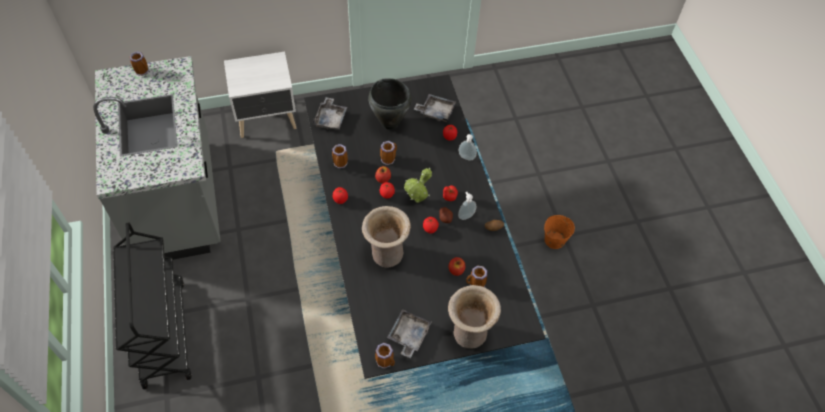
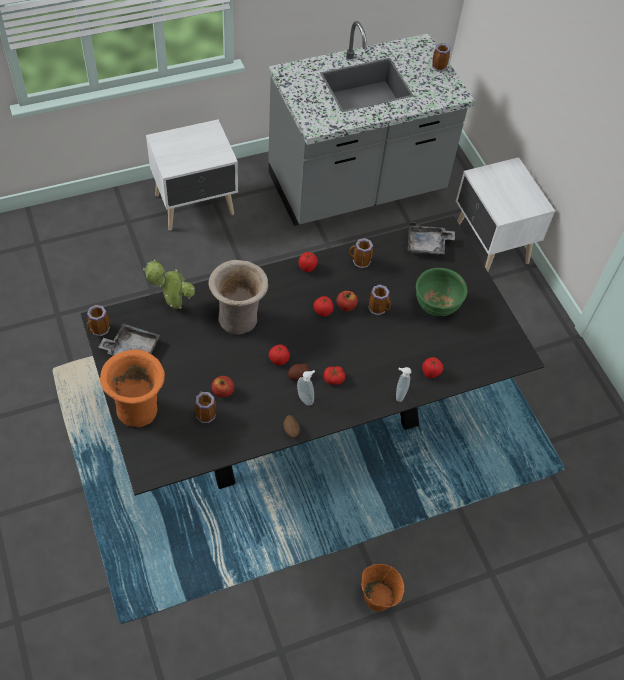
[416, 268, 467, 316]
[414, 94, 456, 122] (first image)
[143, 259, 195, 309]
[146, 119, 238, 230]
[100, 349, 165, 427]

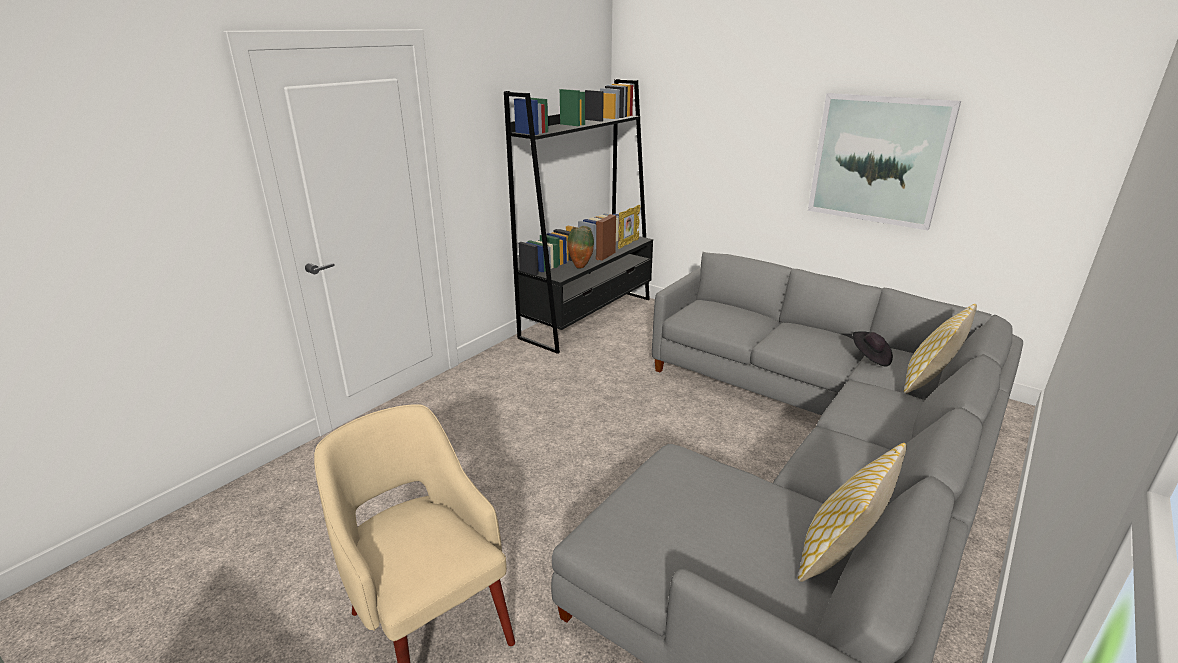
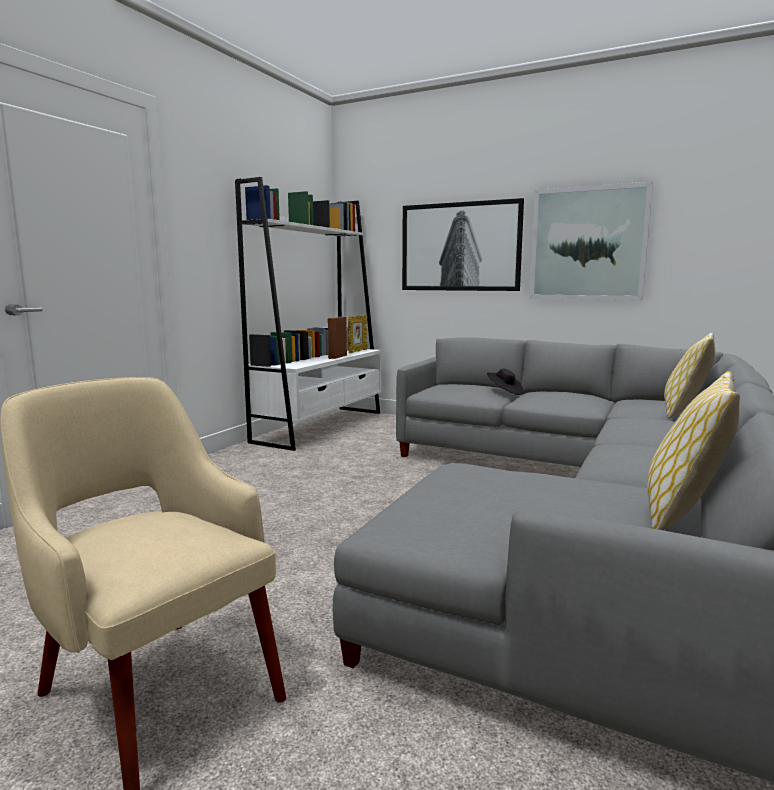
[235, 177, 381, 451]
[567, 226, 594, 269] (first image)
[487, 369, 523, 395]
[402, 198, 524, 291]

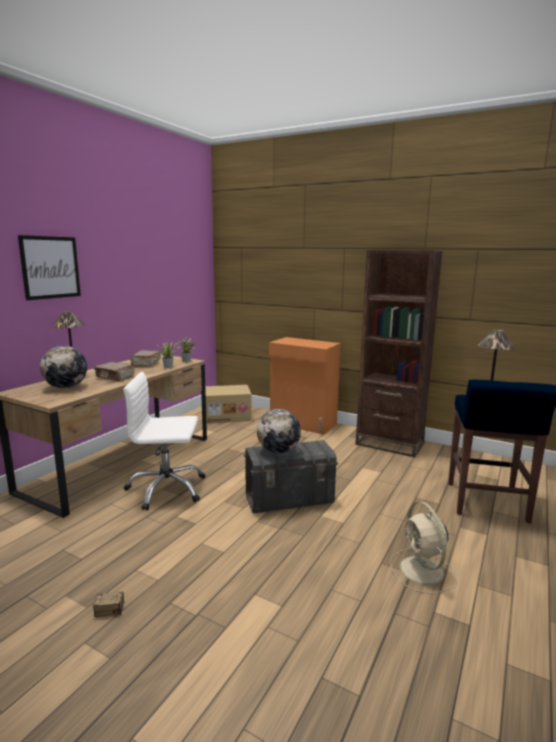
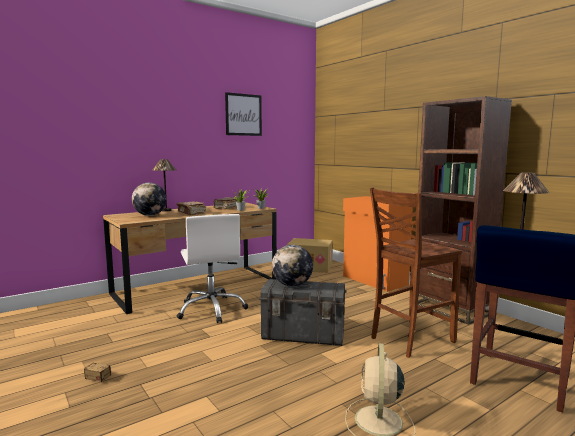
[225, 92, 262, 136]
[177, 214, 248, 323]
[370, 188, 462, 358]

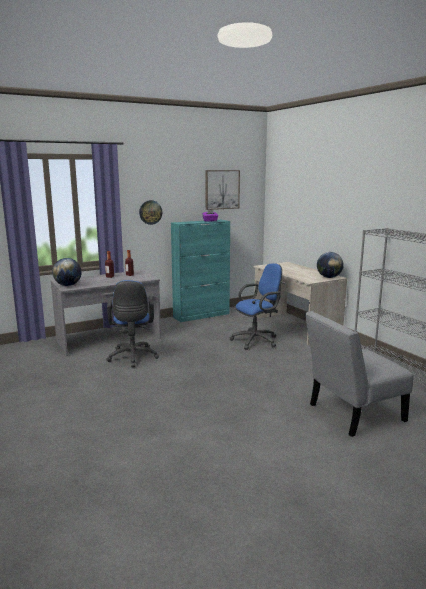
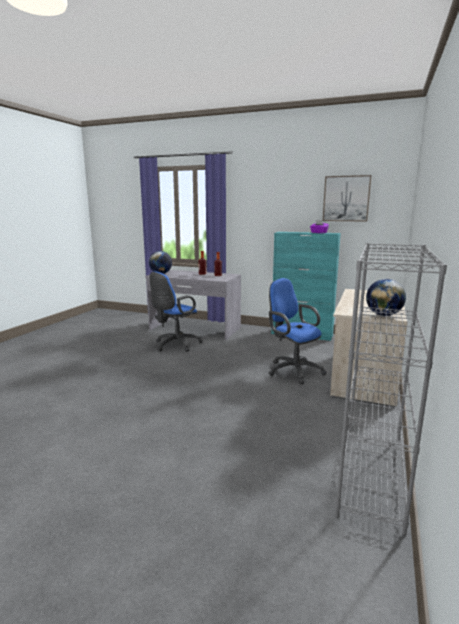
[139, 200, 162, 225] (first image)
[269, 278, 326, 384]
[305, 311, 414, 437] (first image)

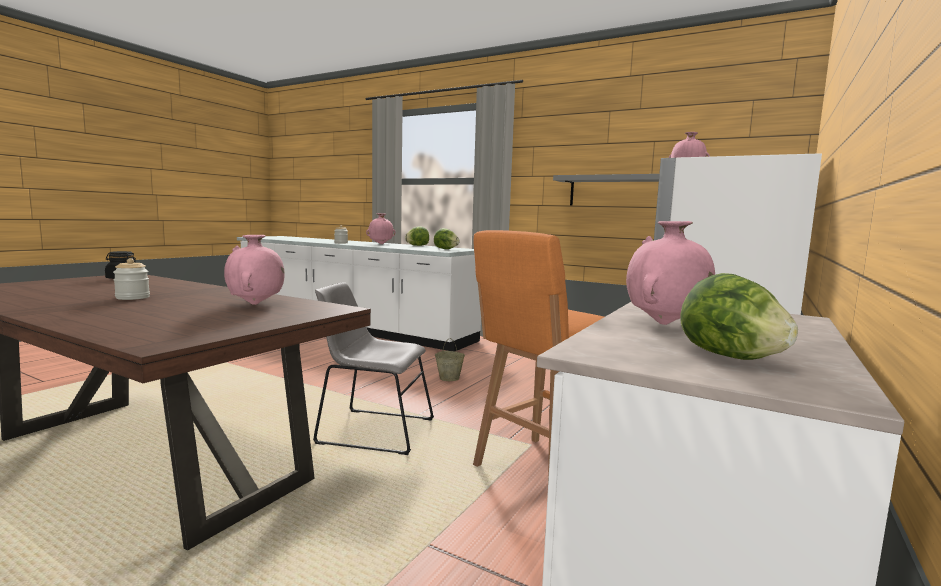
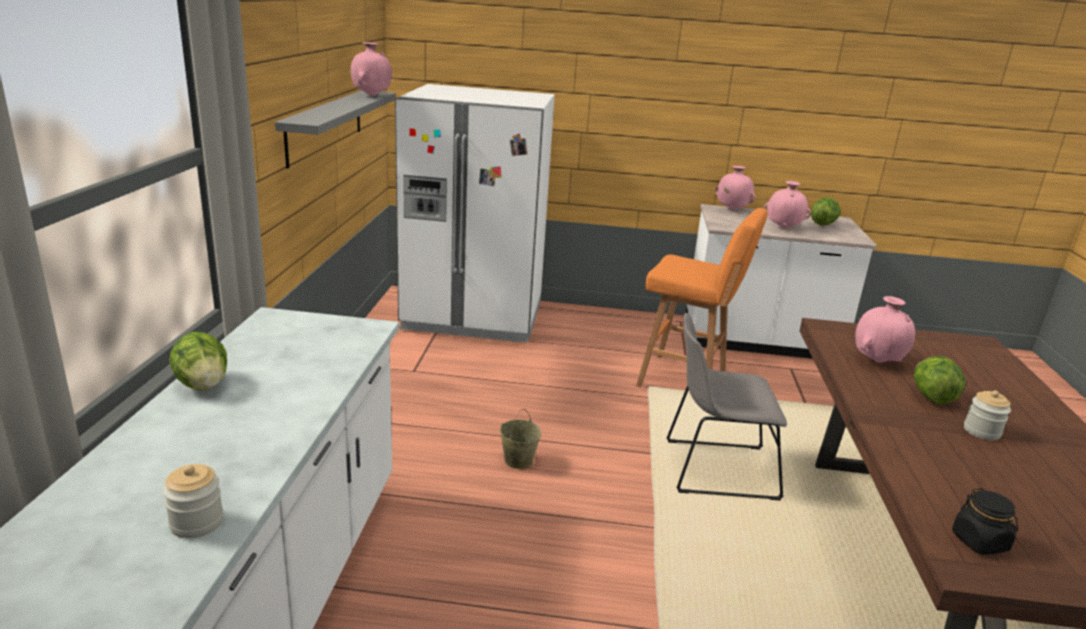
[715, 166, 755, 210]
[914, 356, 966, 405]
[667, 313, 787, 500]

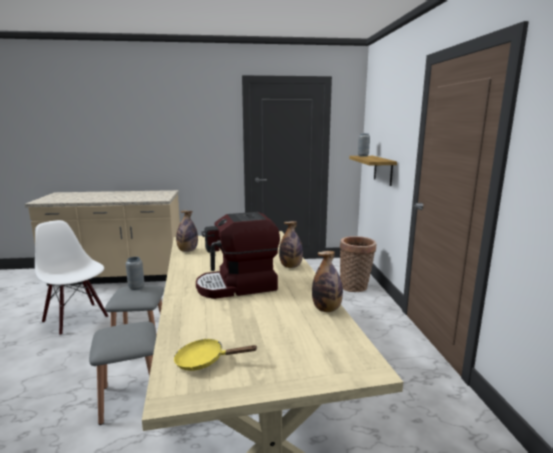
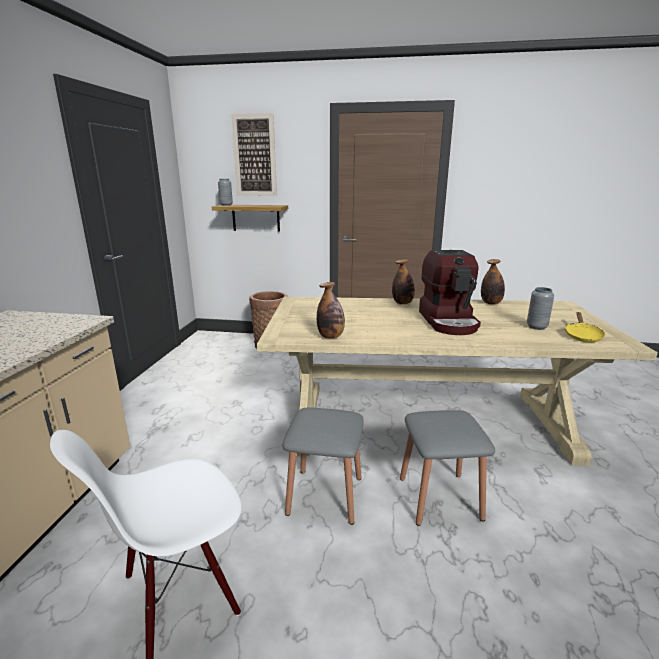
[527, 287, 554, 330]
[231, 113, 277, 196]

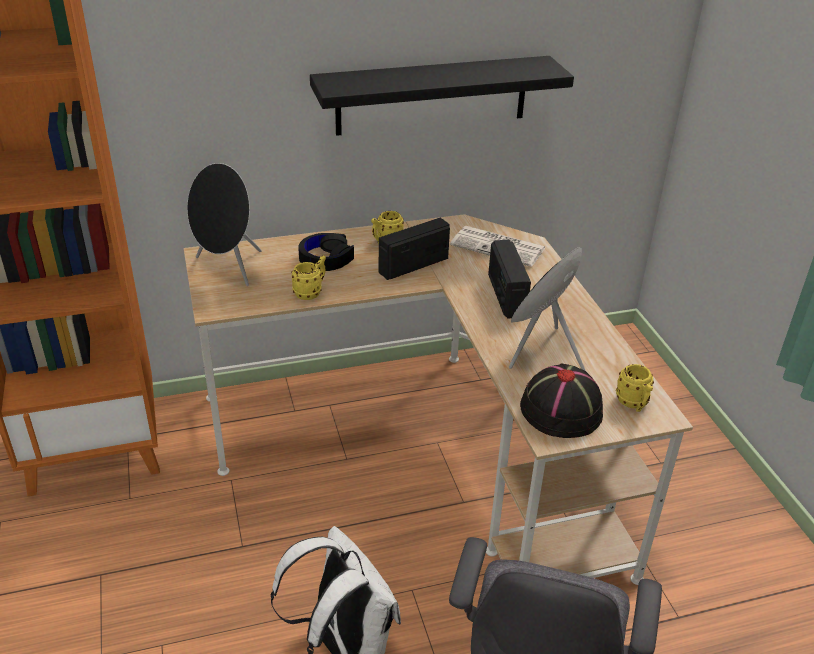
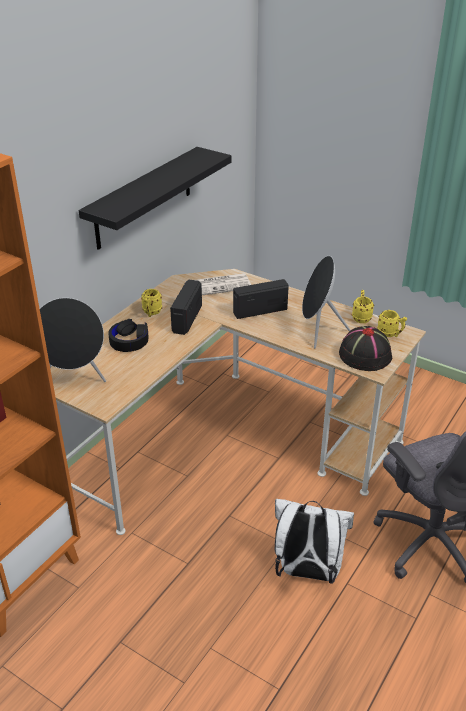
[233, 279, 289, 319]
[352, 290, 374, 323]

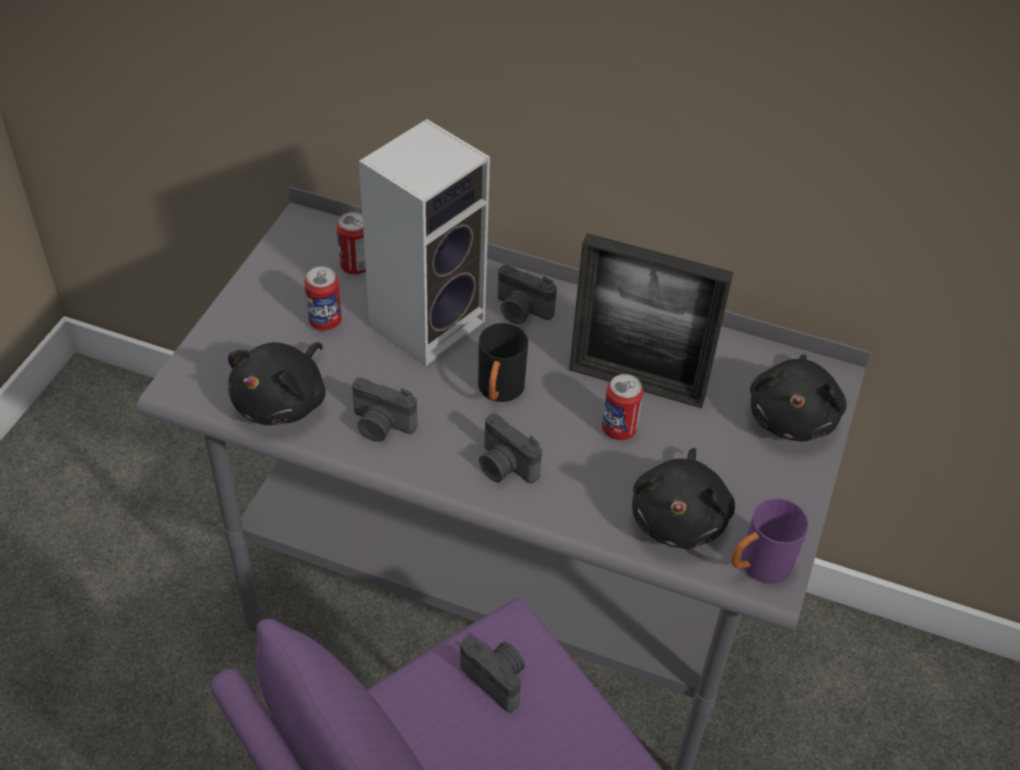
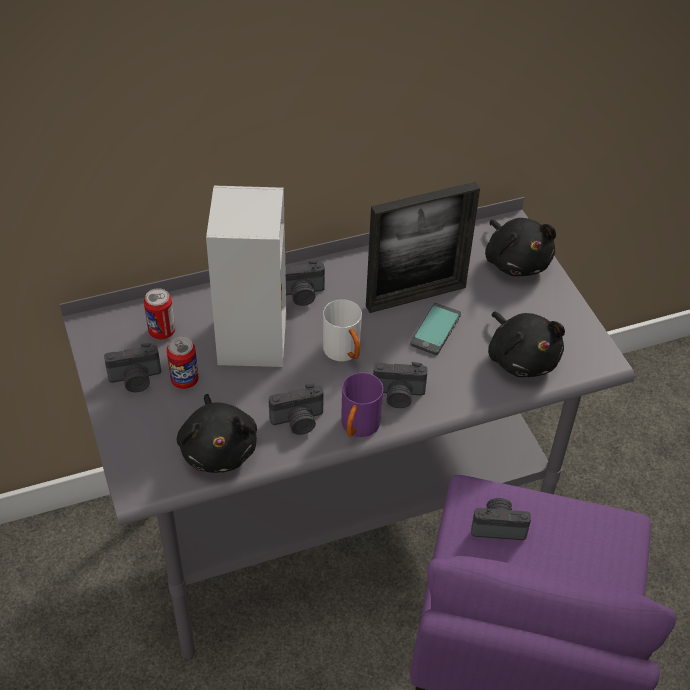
[323, 299, 362, 361]
[410, 303, 461, 355]
[341, 372, 383, 437]
[104, 343, 161, 392]

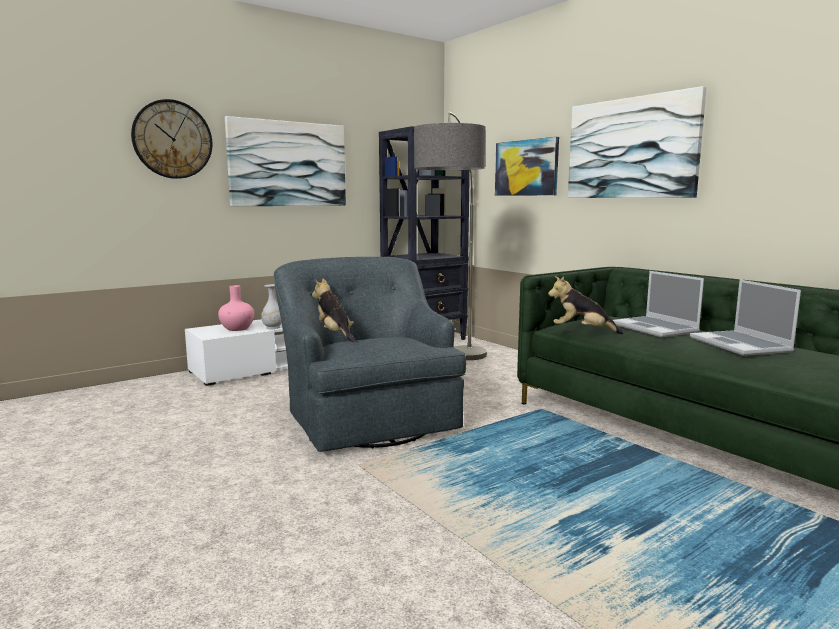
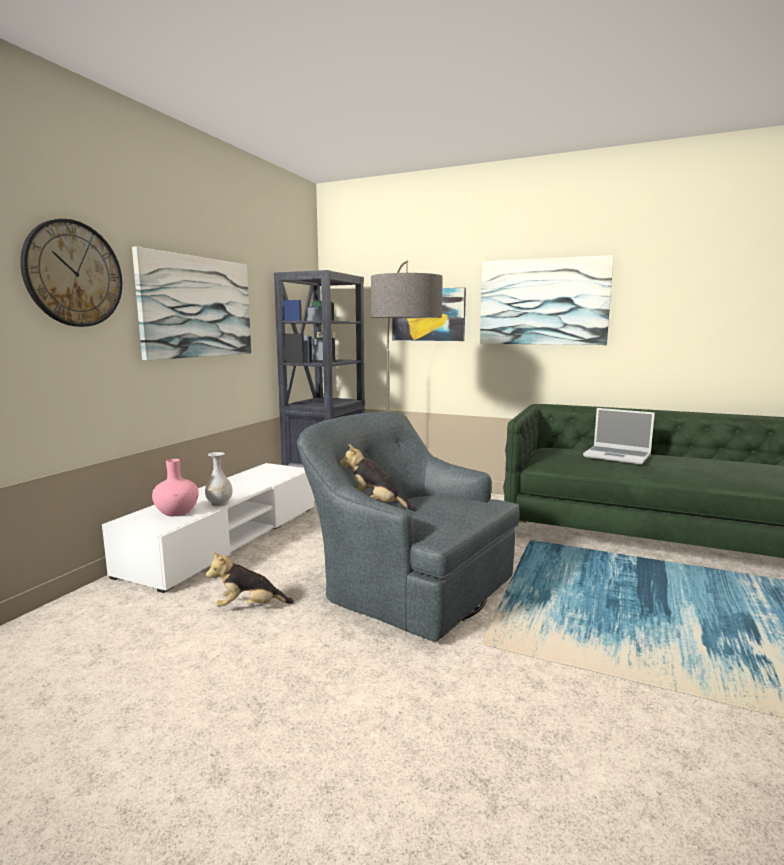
[206, 552, 294, 607]
[690, 279, 801, 356] (first image)

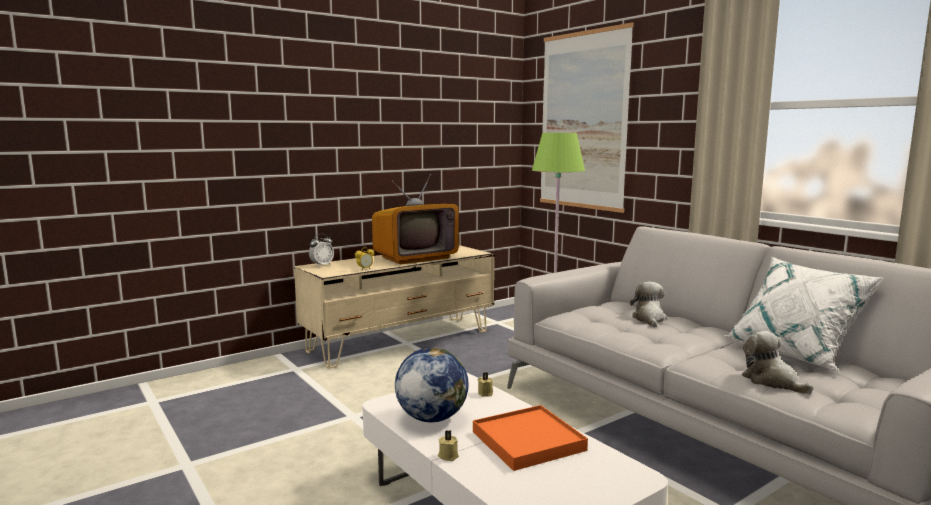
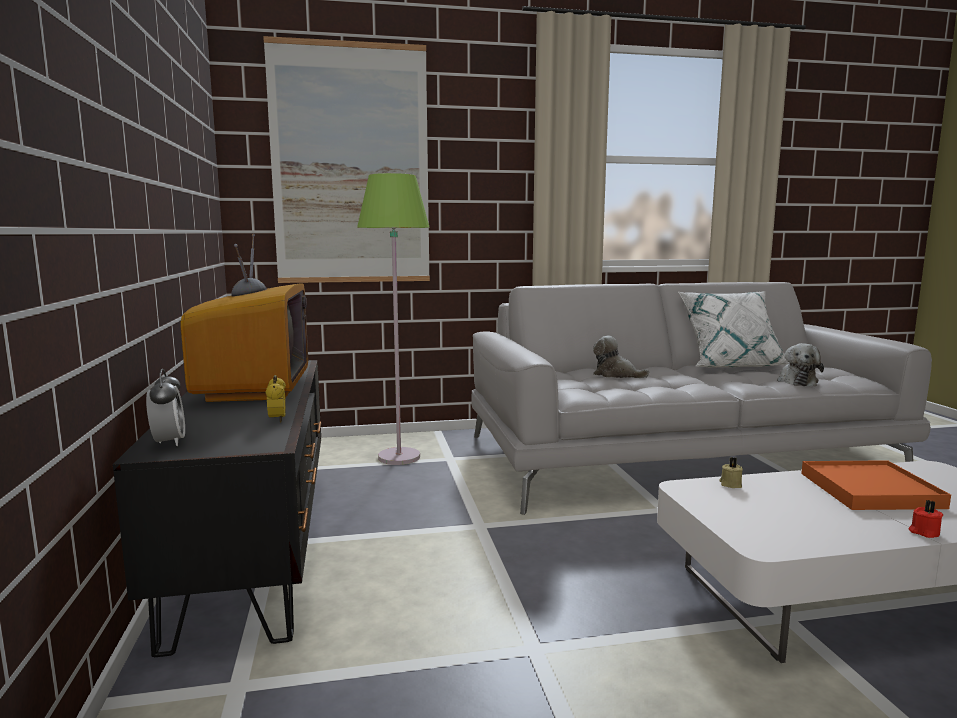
[113, 360, 321, 657]
[777, 343, 824, 387]
[395, 347, 469, 422] (first image)
[909, 500, 943, 538]

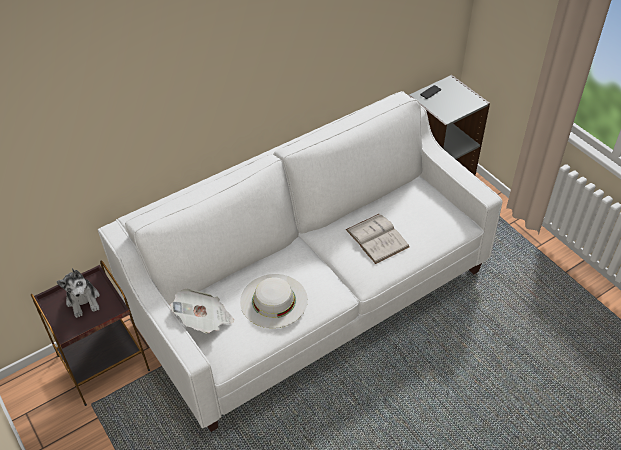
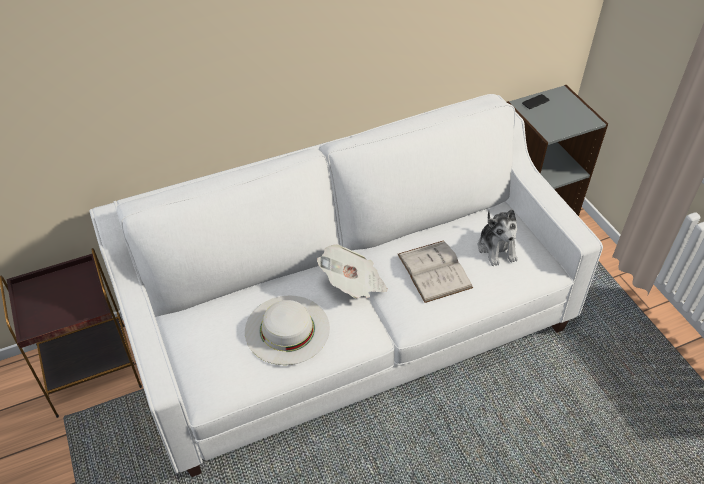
[478, 209, 518, 266]
[317, 245, 388, 298]

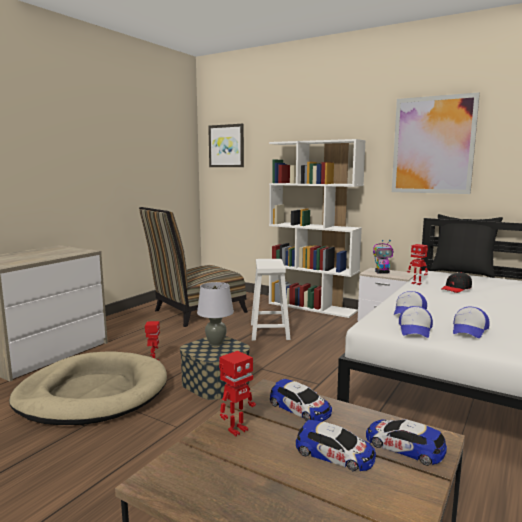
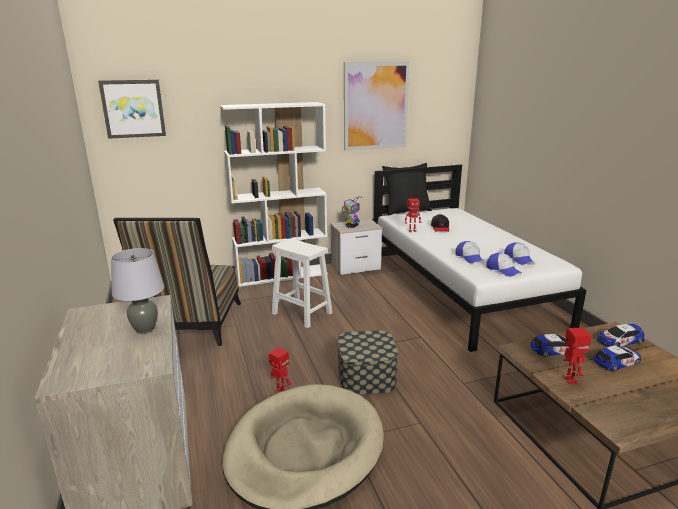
[111, 248, 164, 334]

